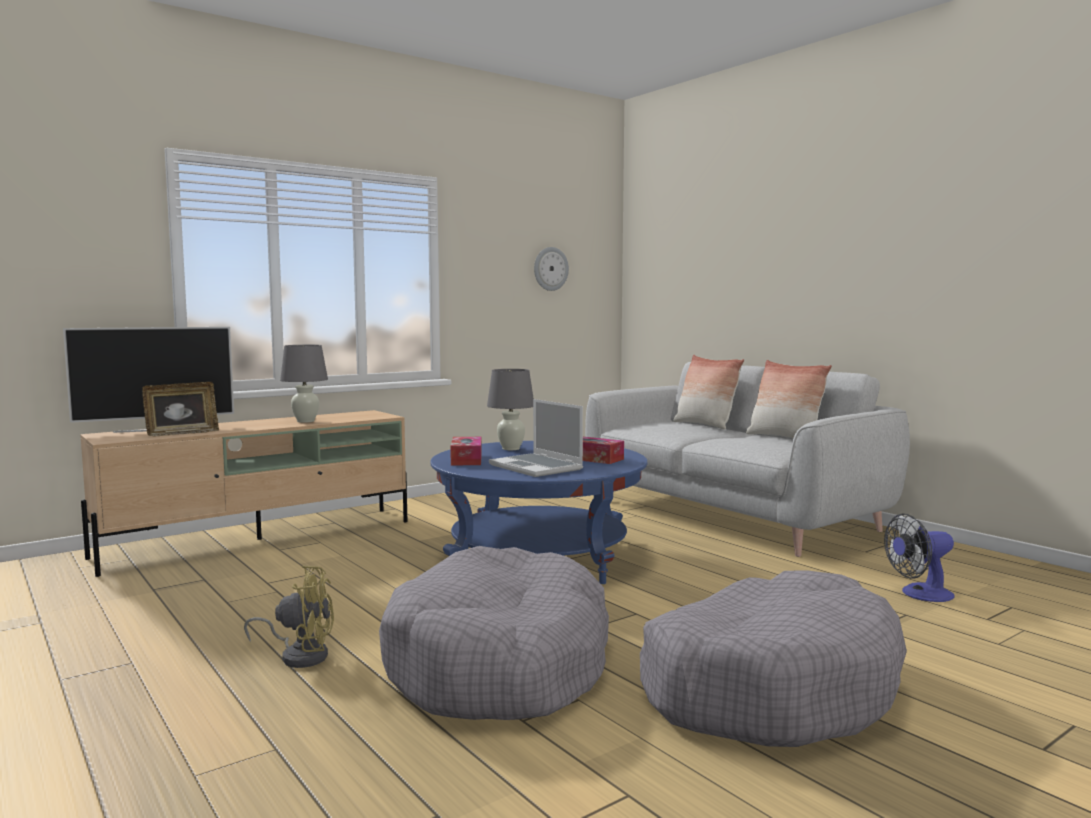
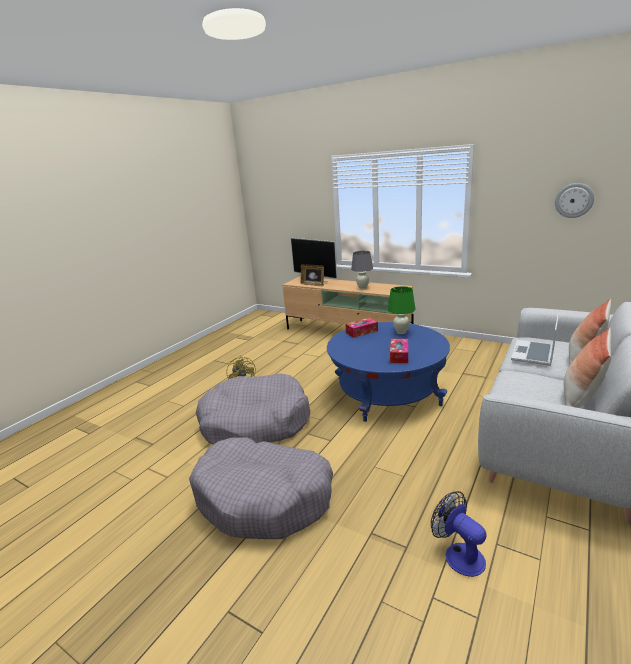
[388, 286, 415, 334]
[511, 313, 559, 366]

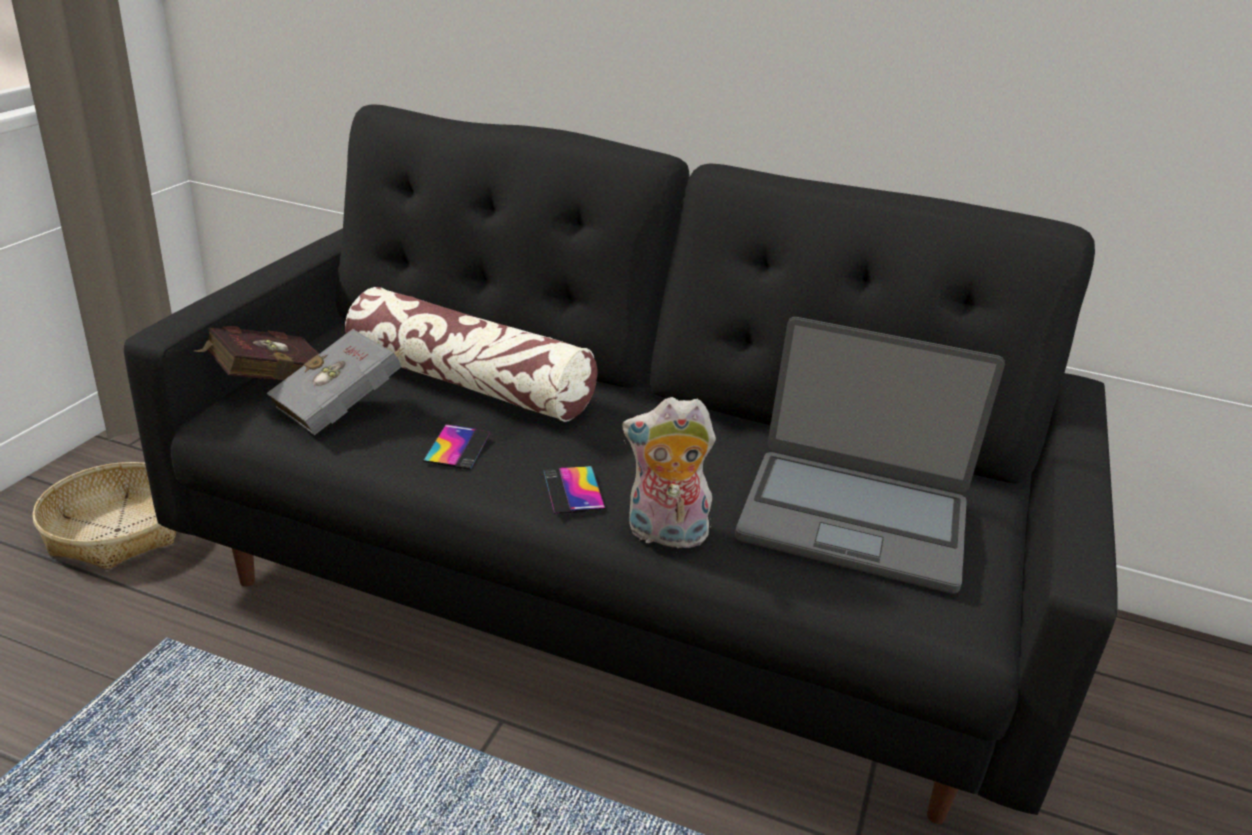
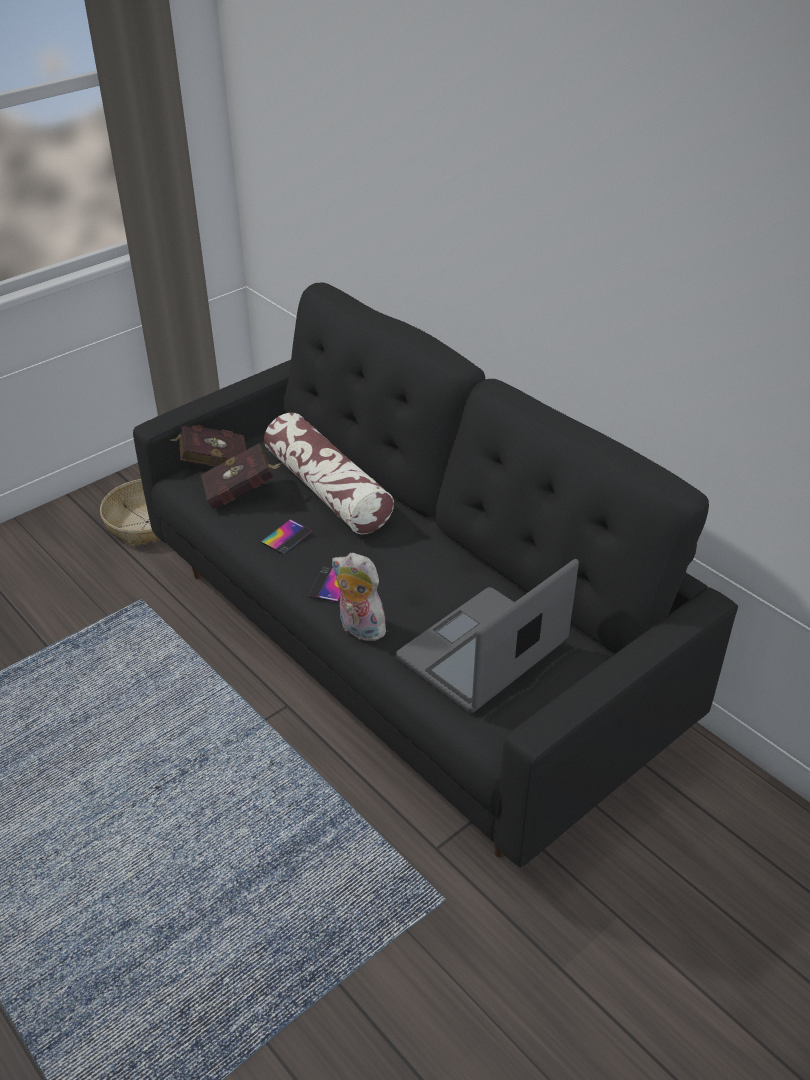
[397, 559, 579, 713]
[201, 443, 282, 509]

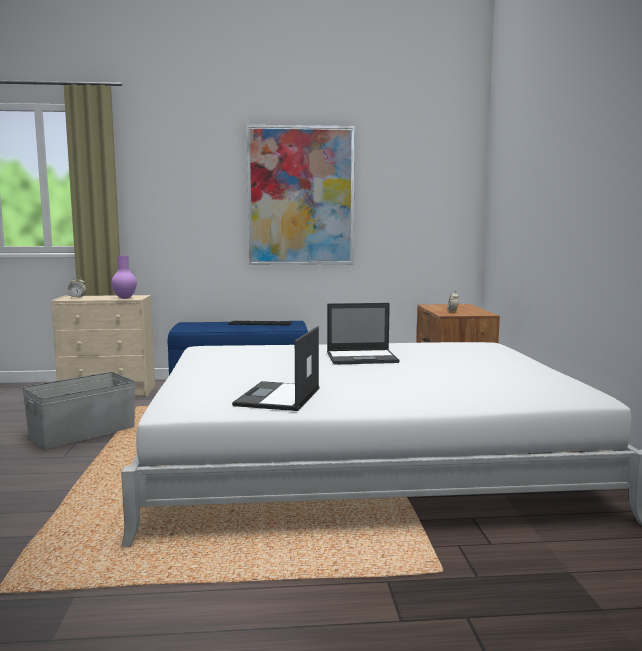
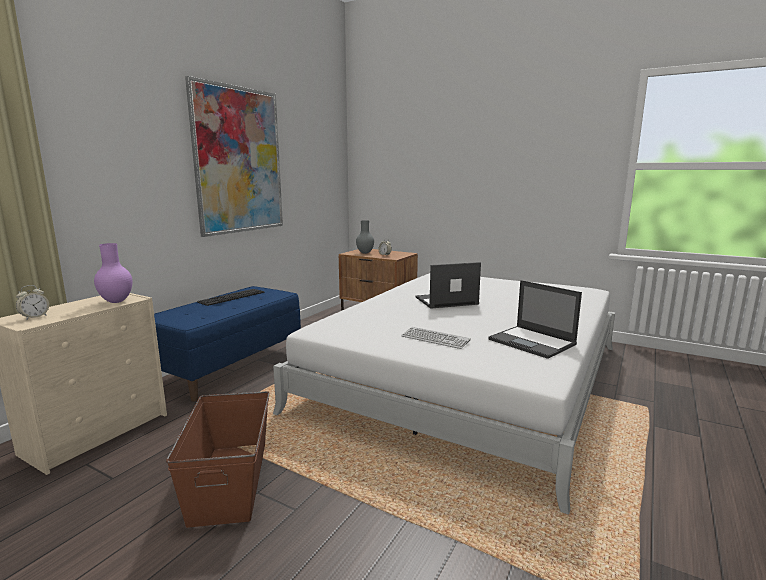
[416, 262, 481, 309]
[166, 391, 269, 528]
[356, 220, 374, 254]
[401, 327, 471, 349]

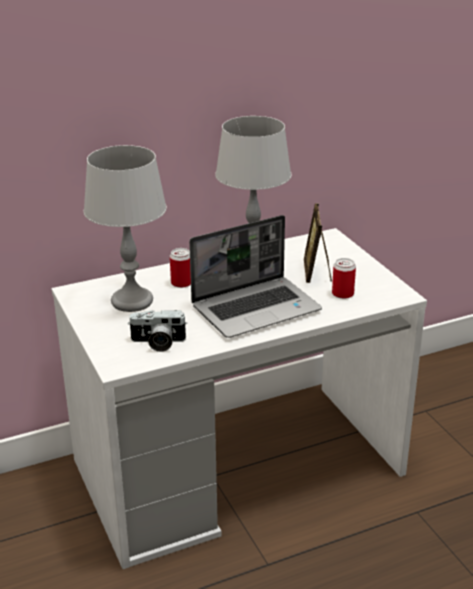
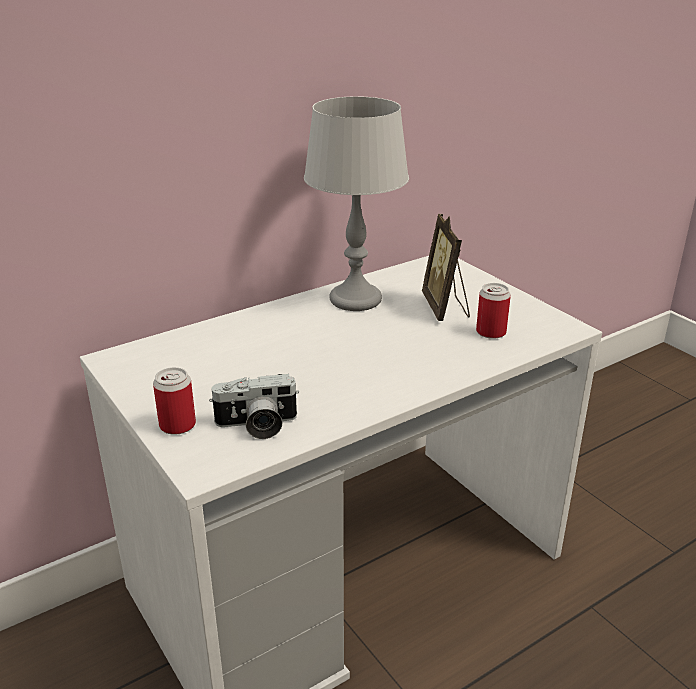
[83, 145, 167, 312] (first image)
[189, 215, 322, 338] (first image)
[153, 367, 196, 435]

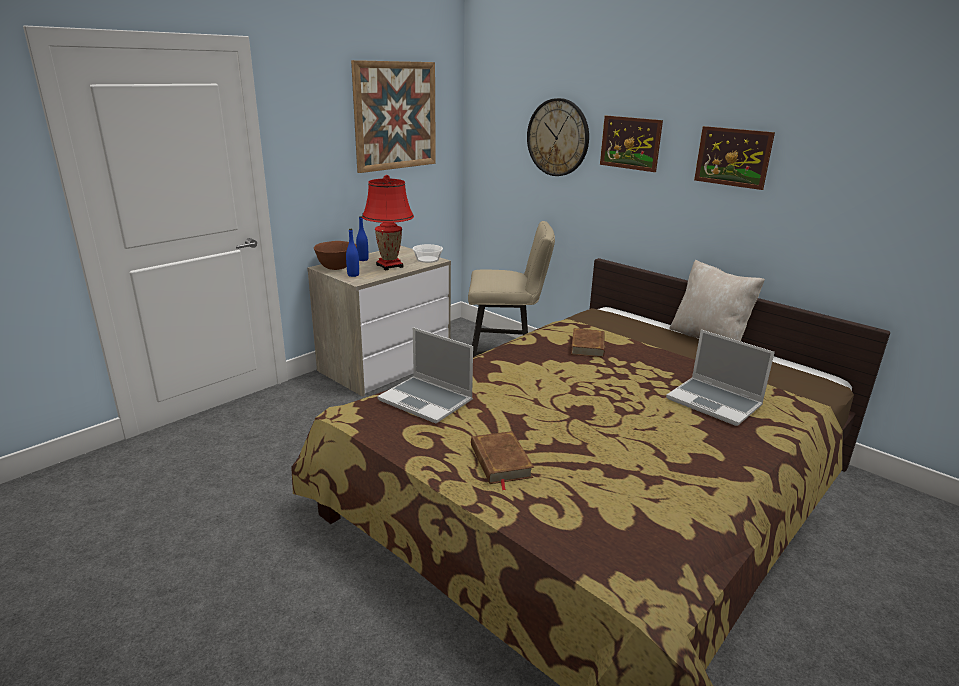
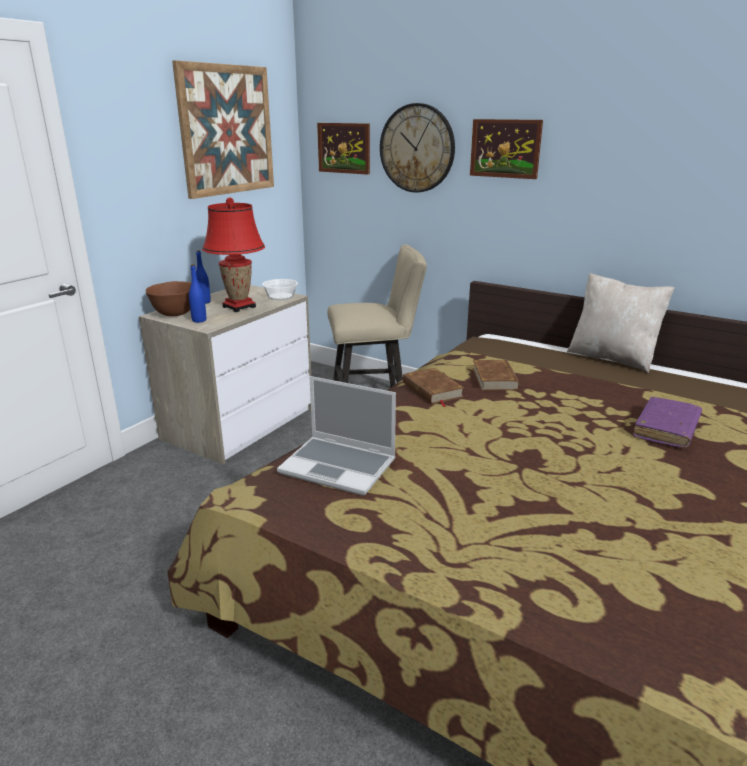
[317, 123, 370, 175]
[633, 397, 702, 448]
[403, 368, 464, 407]

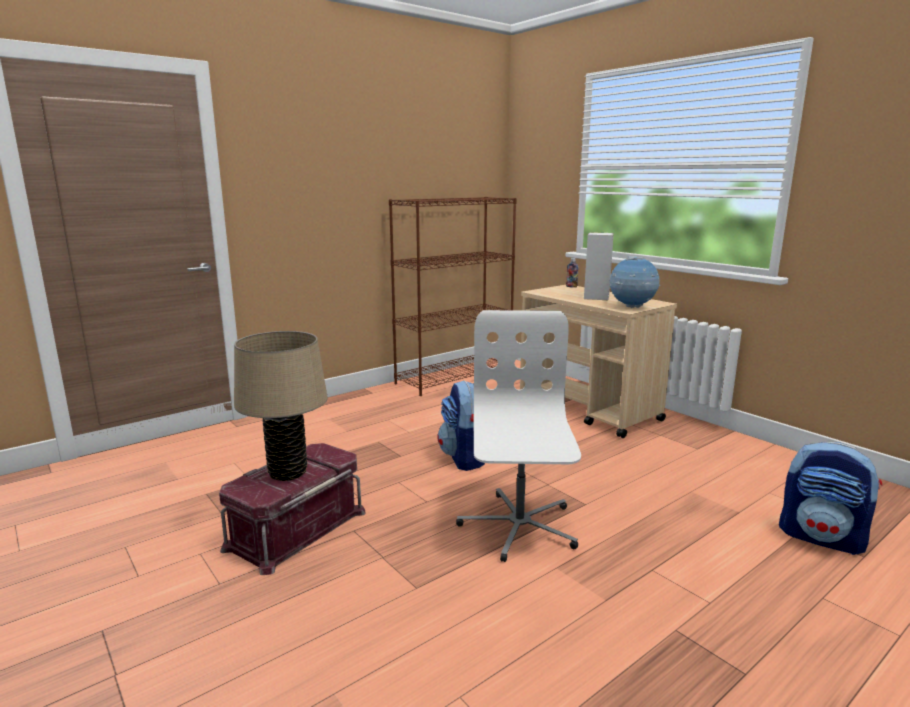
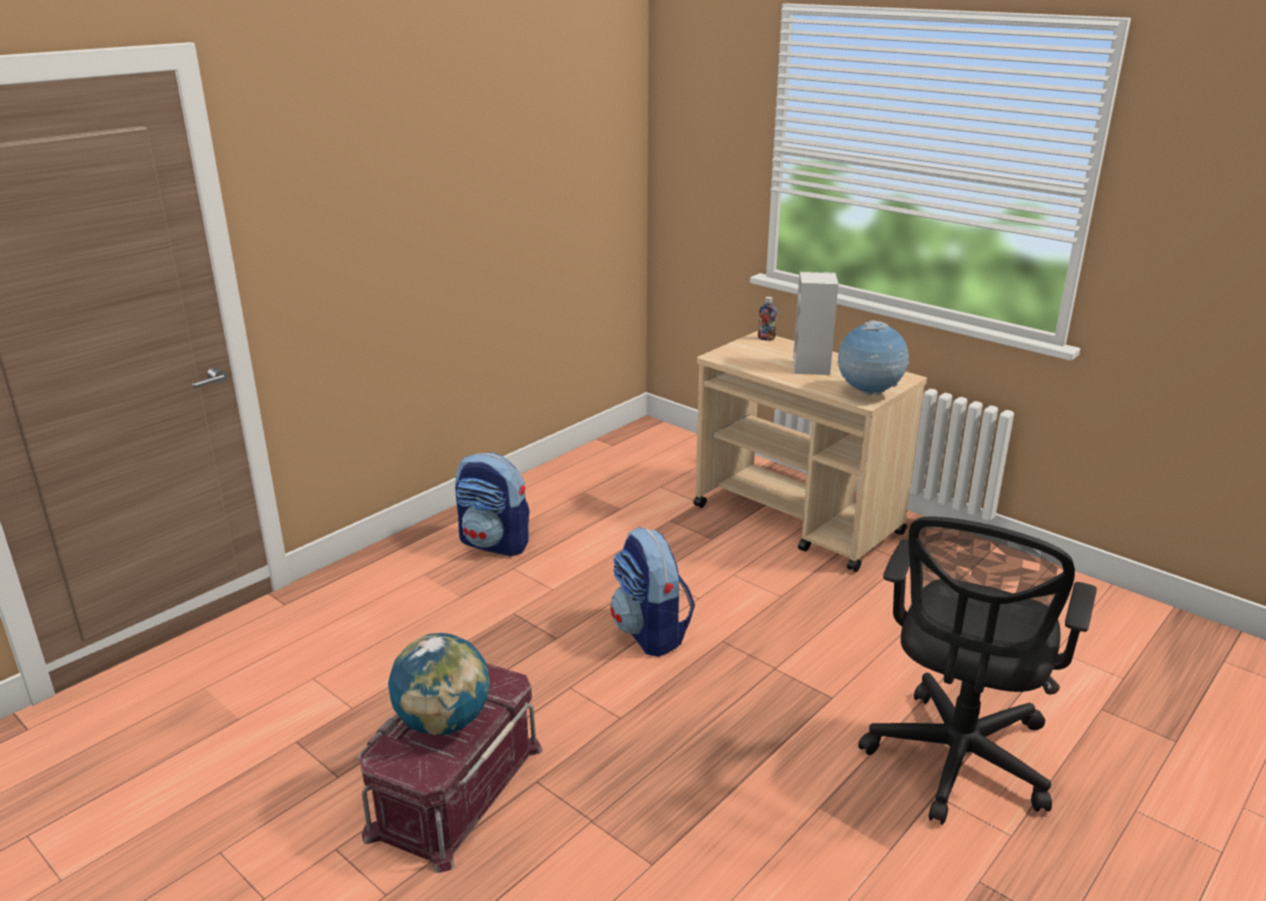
[389, 197, 517, 396] (first image)
[456, 310, 581, 562] (first image)
[388, 633, 490, 735]
[455, 453, 530, 557]
[858, 517, 1097, 825]

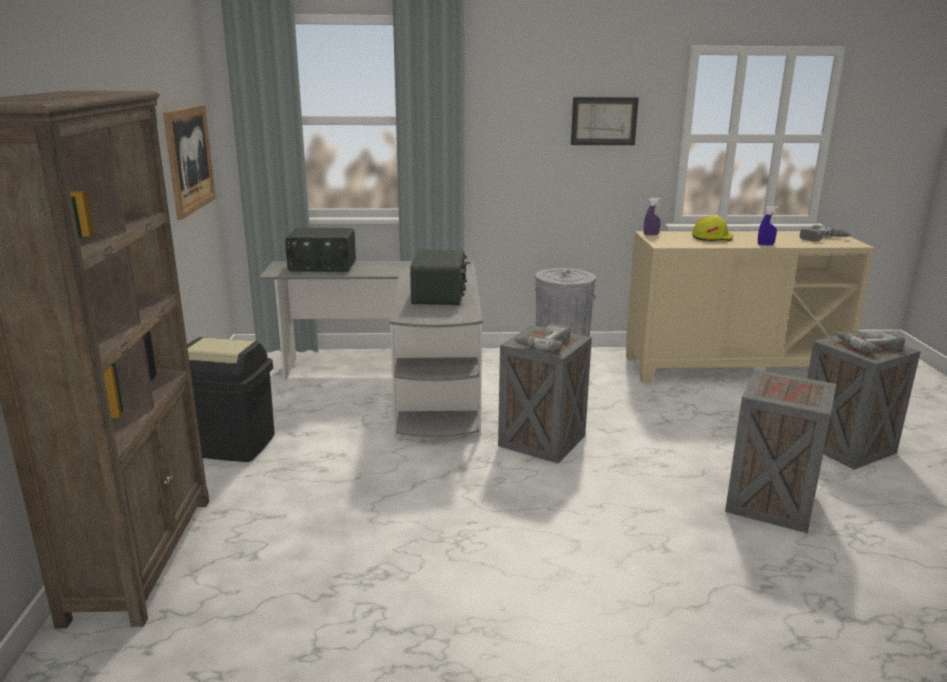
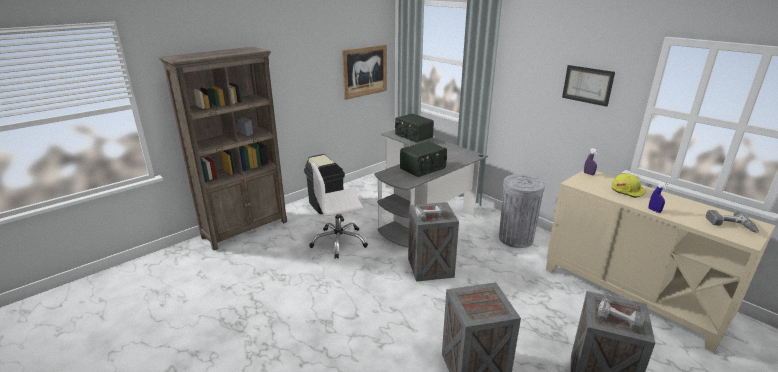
[309, 163, 368, 259]

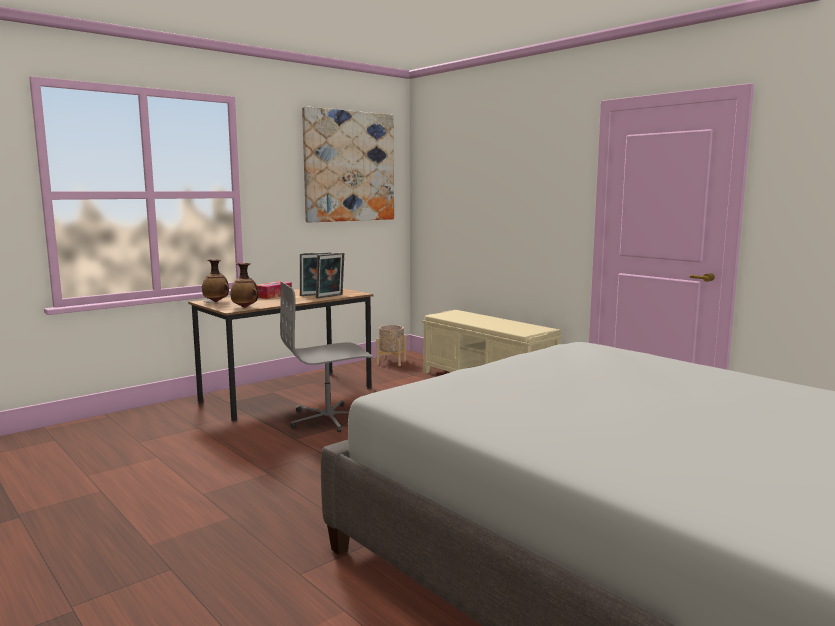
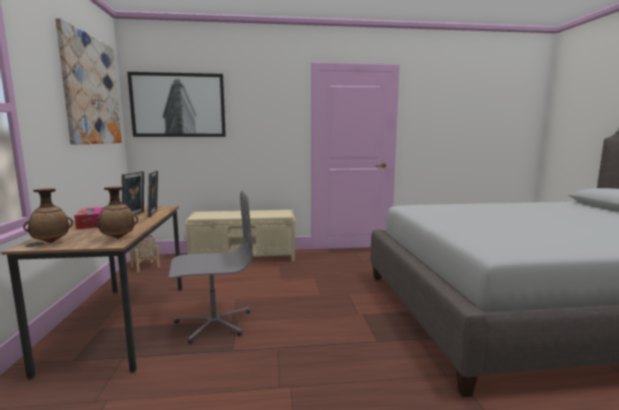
[169, 190, 253, 344]
[127, 72, 226, 137]

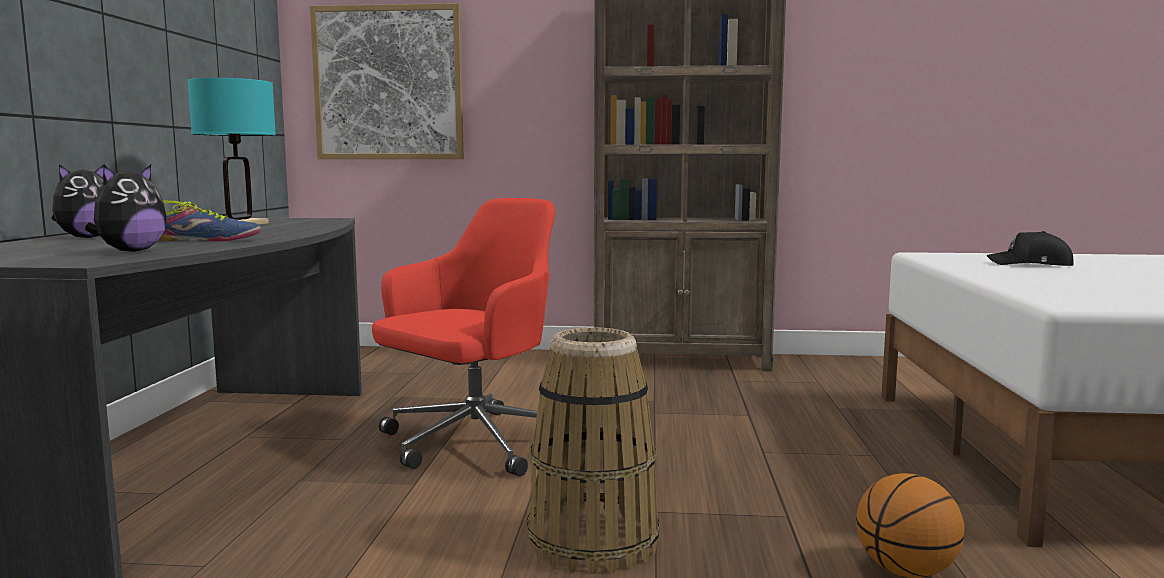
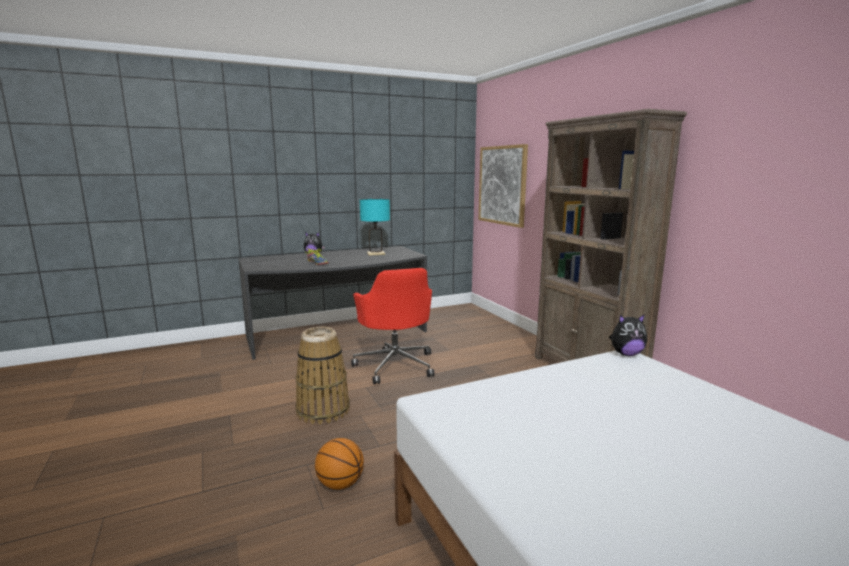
[609, 314, 647, 356]
[351, 268, 435, 384]
[987, 231, 1074, 266] (first image)

